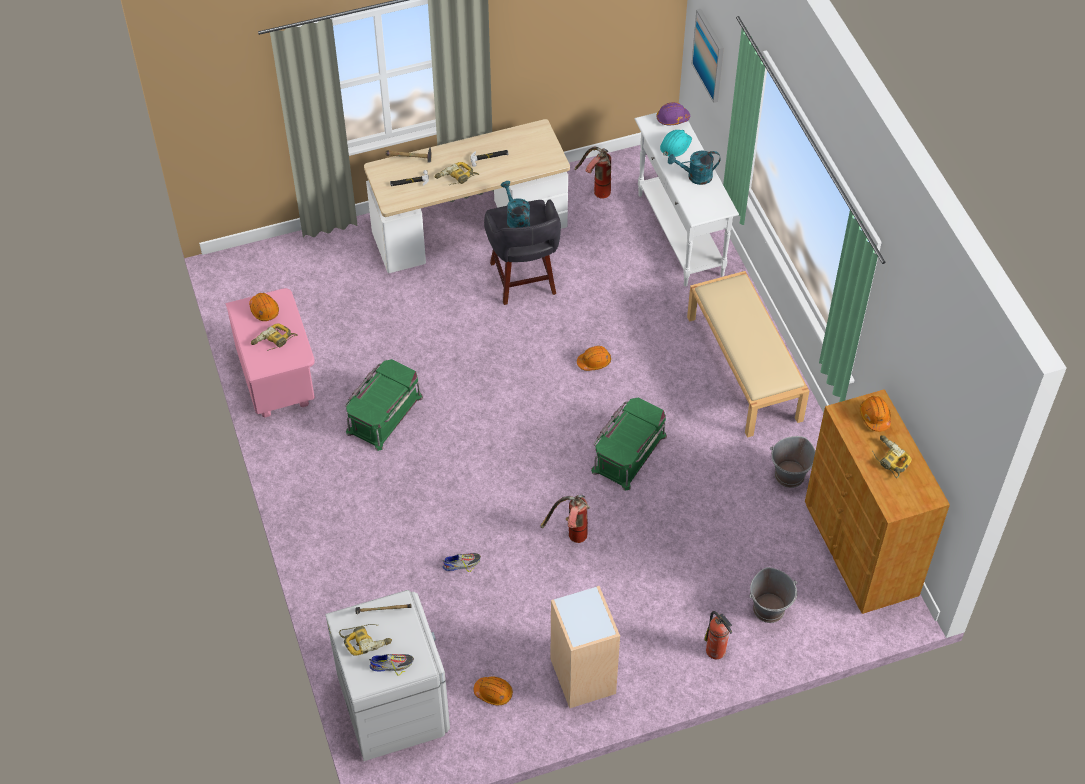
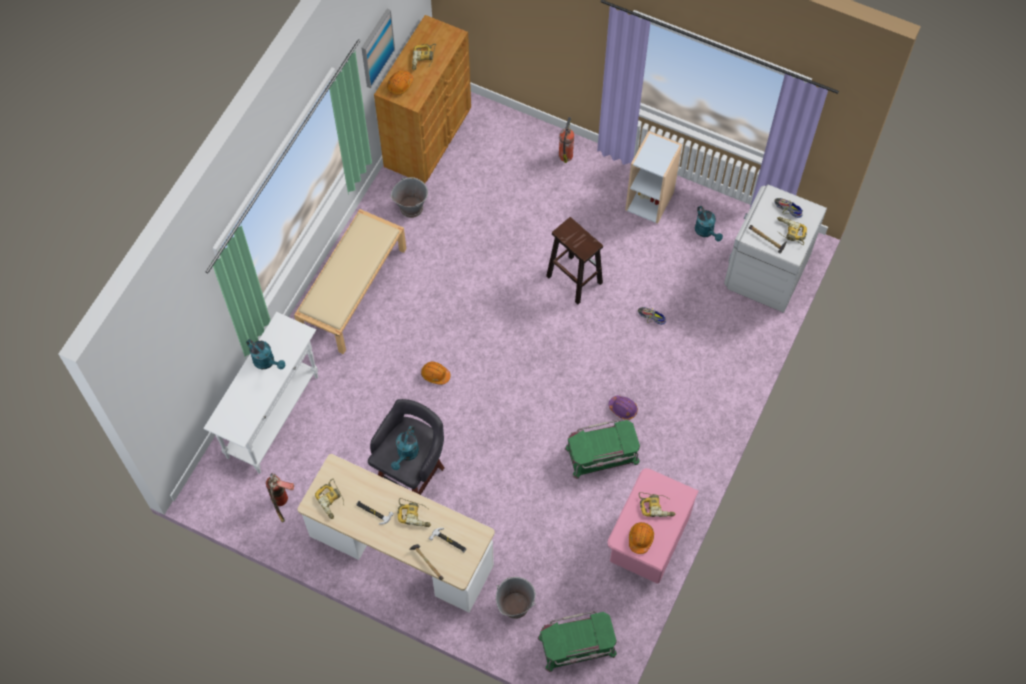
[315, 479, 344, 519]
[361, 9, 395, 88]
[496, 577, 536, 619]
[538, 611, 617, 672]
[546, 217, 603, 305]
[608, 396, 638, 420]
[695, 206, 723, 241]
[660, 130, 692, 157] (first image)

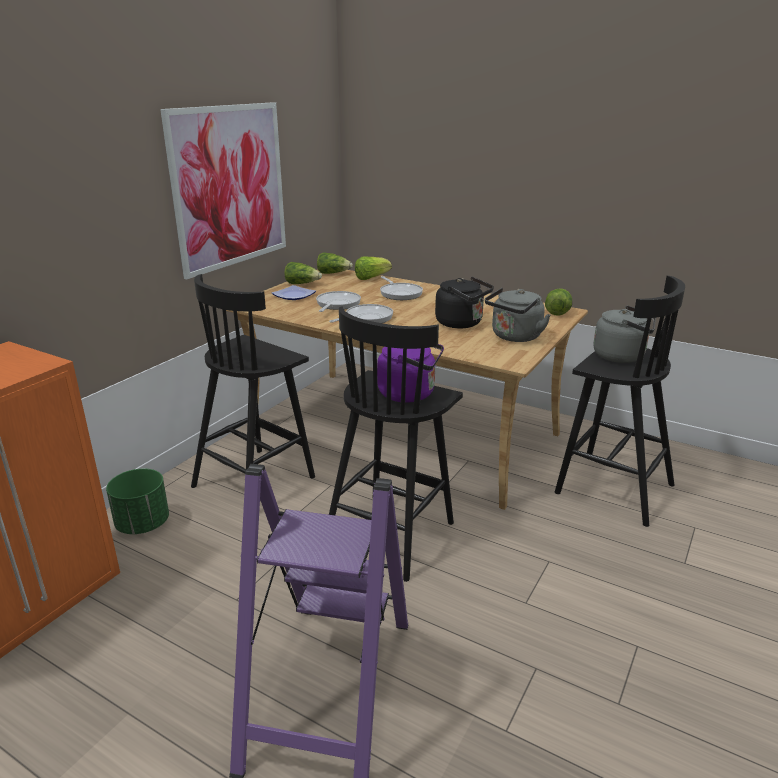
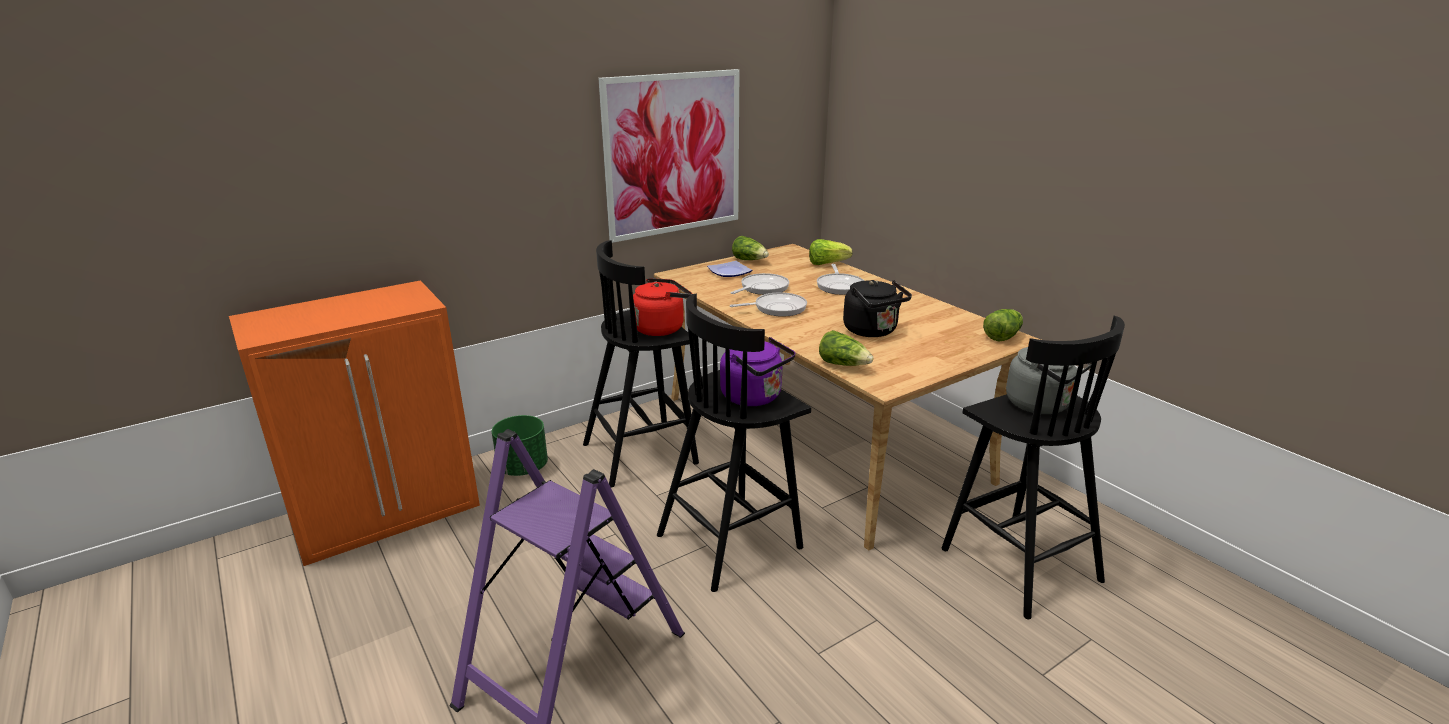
[633, 278, 692, 336]
[819, 330, 873, 366]
[485, 288, 551, 342] (first image)

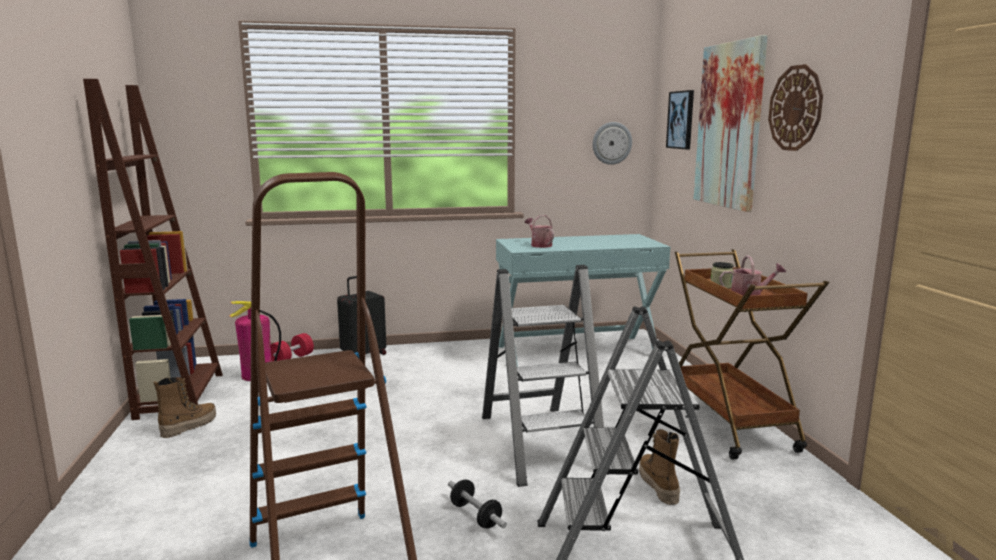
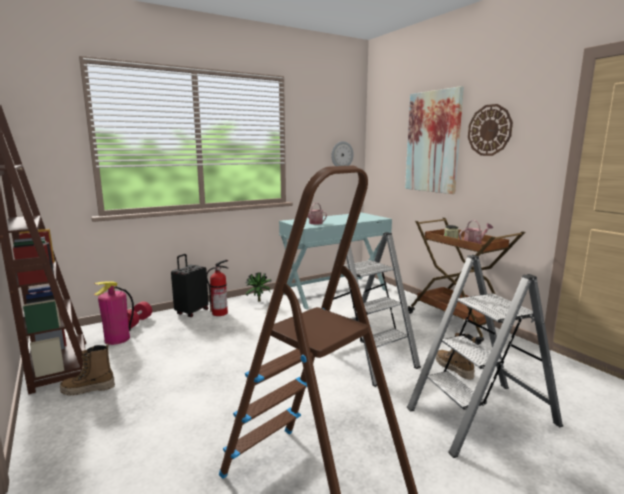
[60, 344, 115, 396]
[206, 260, 228, 316]
[245, 273, 272, 302]
[448, 479, 507, 529] (first image)
[666, 90, 694, 149] (first image)

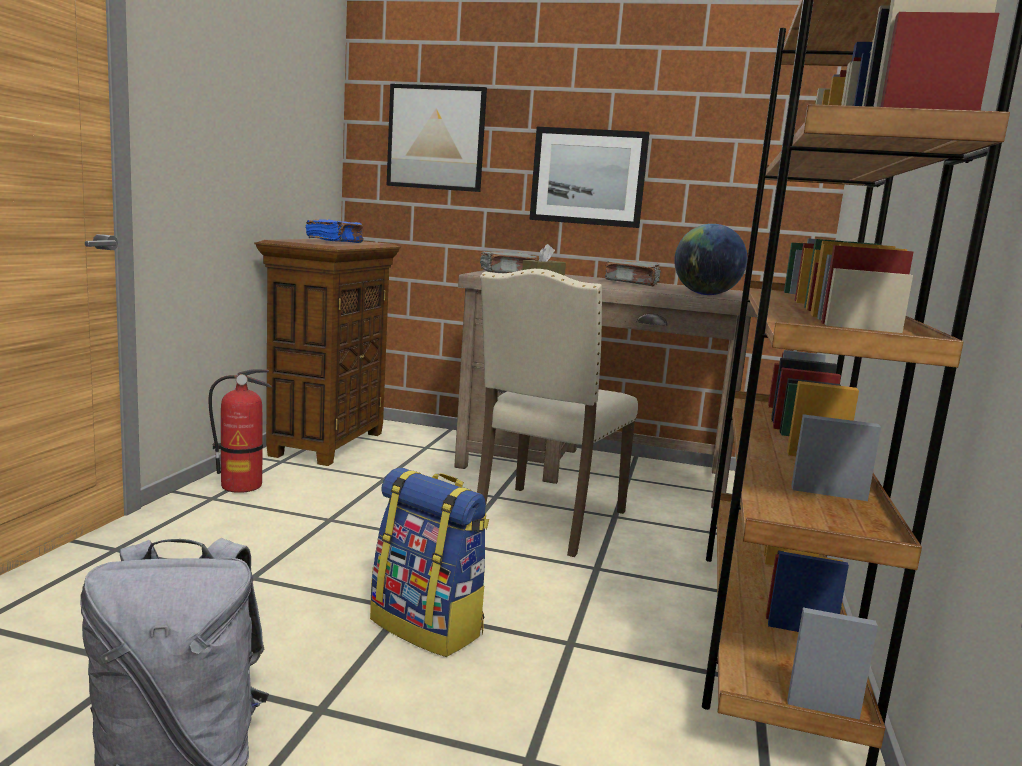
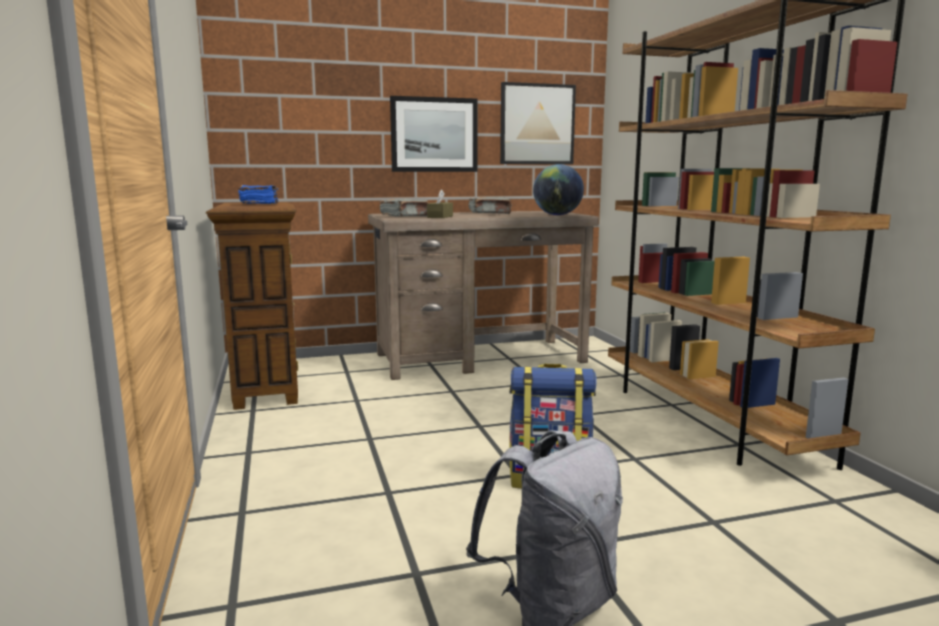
[500, 82, 576, 164]
[209, 369, 272, 493] (first image)
[477, 269, 638, 557] (first image)

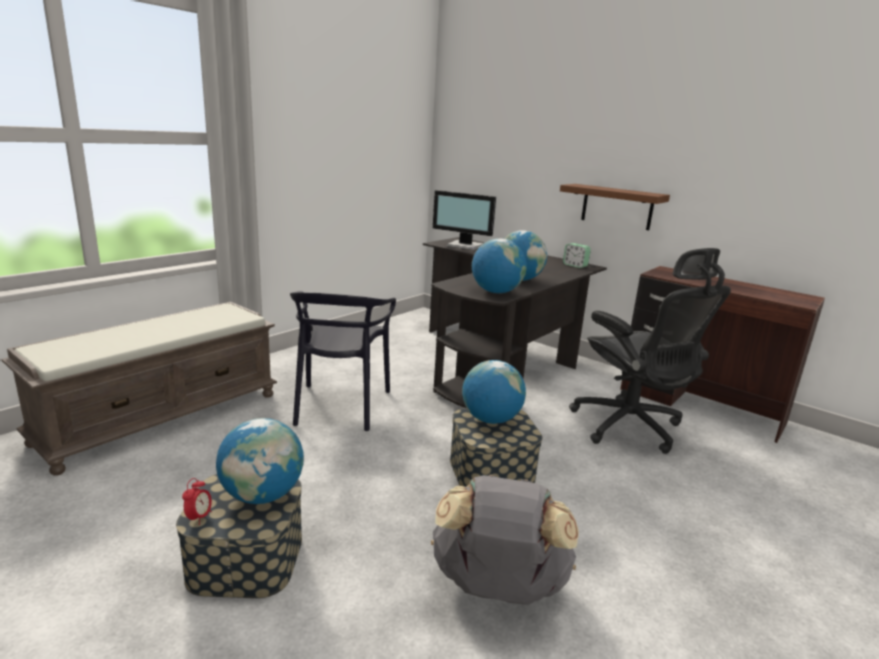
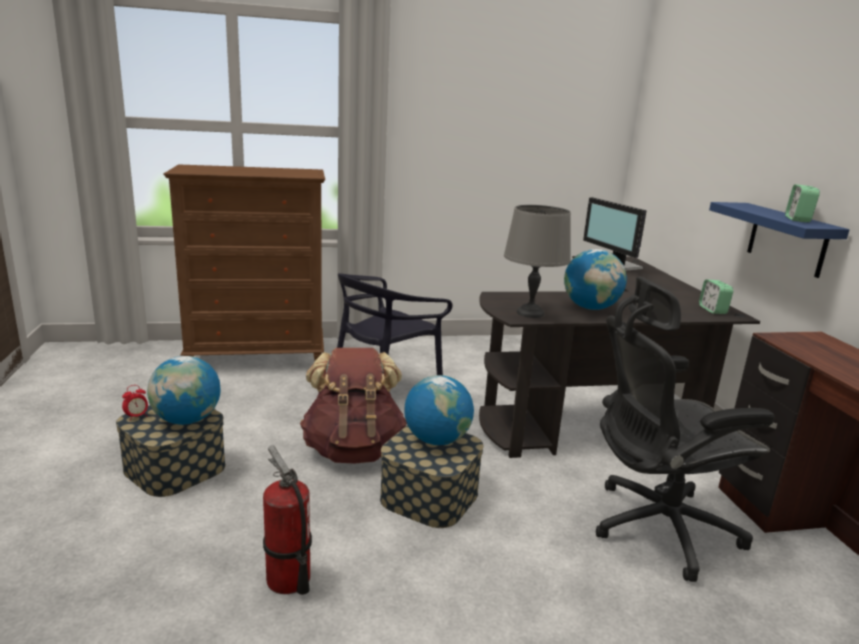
[164, 164, 325, 361]
[263, 445, 312, 595]
[300, 348, 407, 464]
[504, 205, 571, 318]
[596, 277, 775, 582]
[709, 202, 849, 278]
[785, 184, 820, 222]

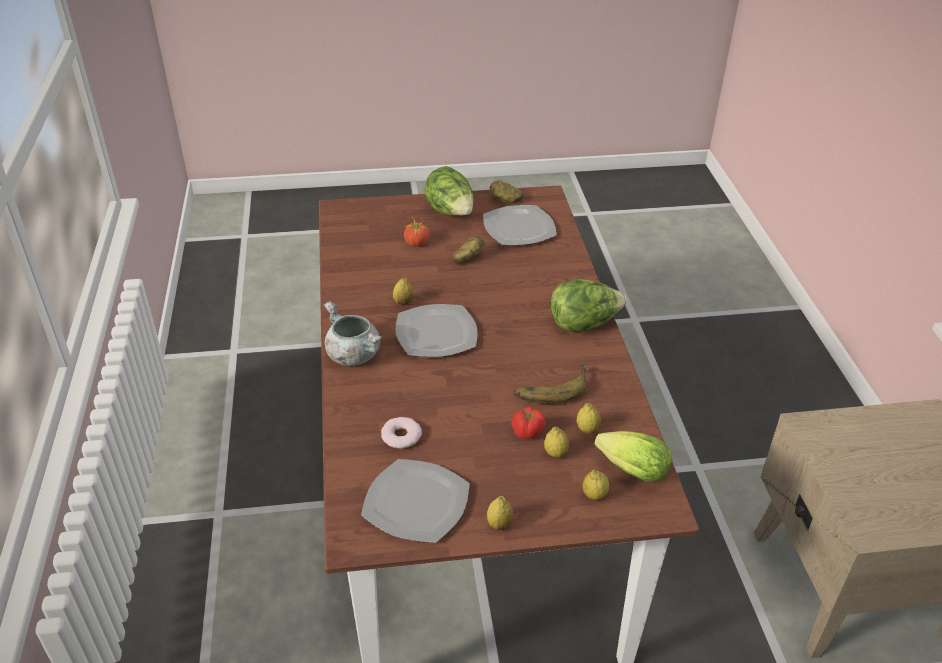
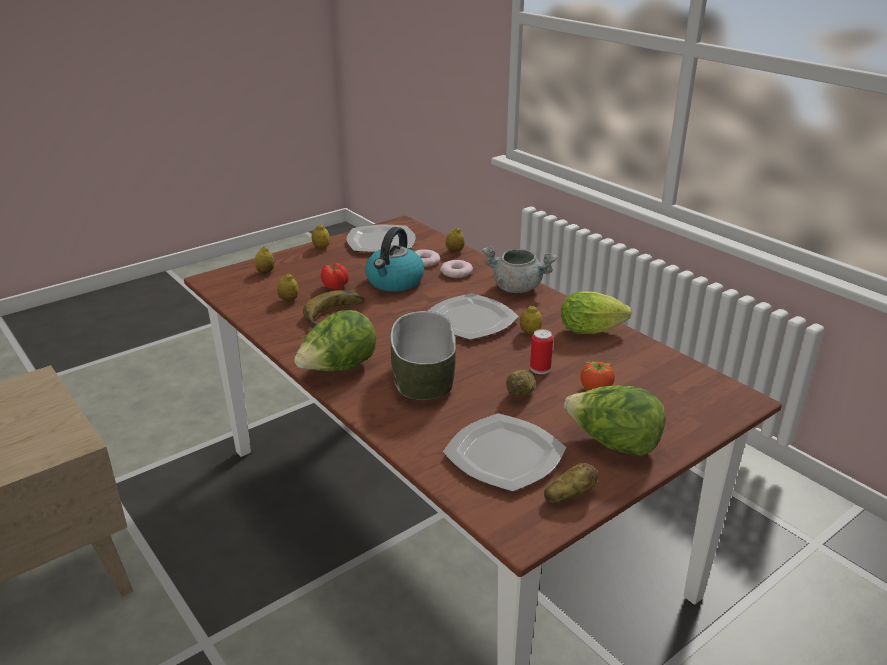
[365, 227, 424, 292]
[390, 311, 456, 400]
[440, 260, 473, 278]
[446, 227, 465, 253]
[530, 329, 553, 374]
[561, 291, 632, 334]

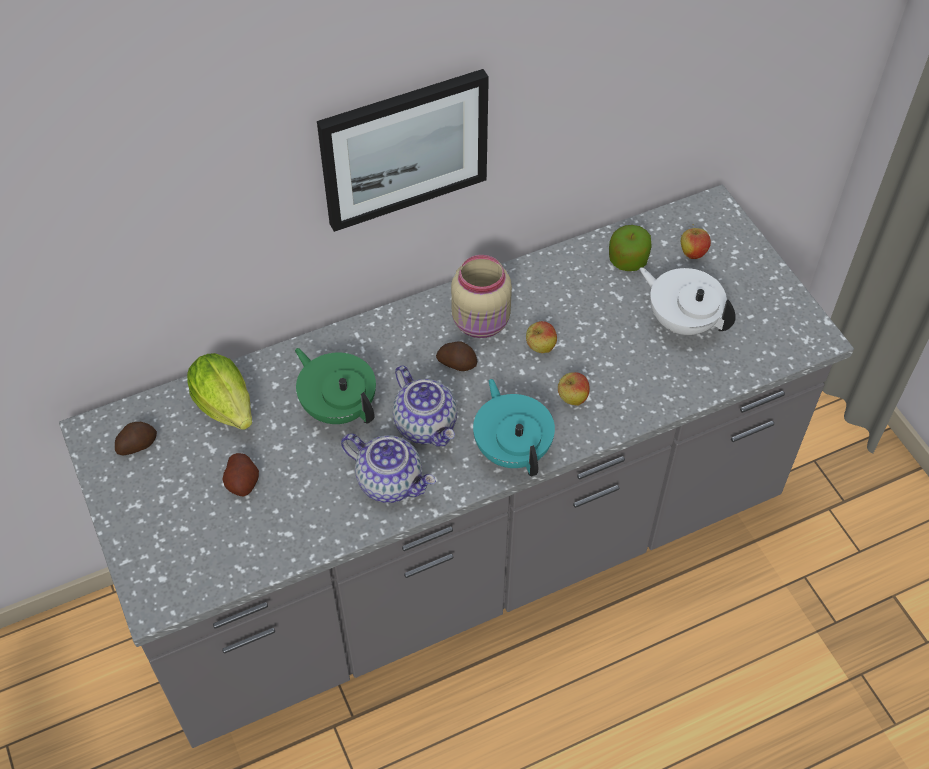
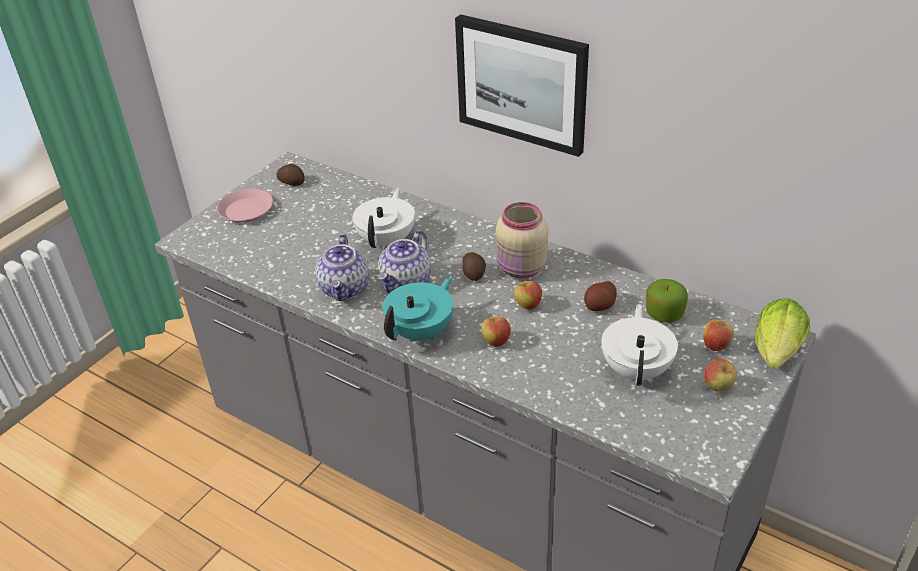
[217, 189, 273, 223]
[353, 188, 415, 250]
[584, 281, 617, 311]
[704, 359, 737, 391]
[755, 298, 810, 369]

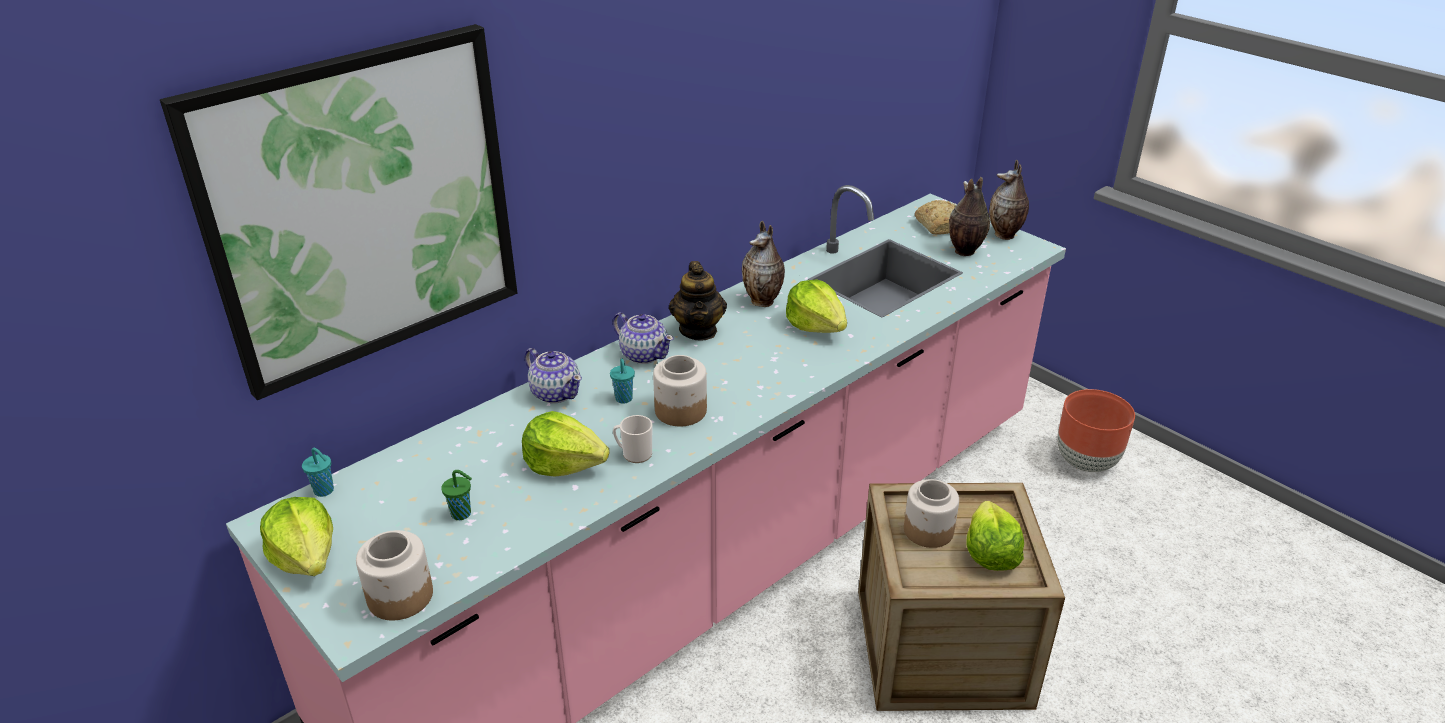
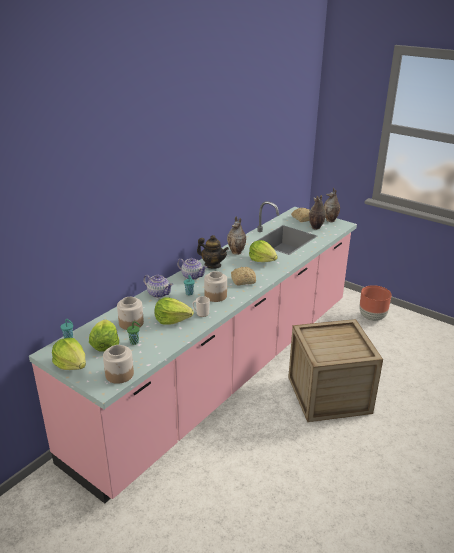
[89, 319, 119, 352]
[117, 297, 144, 330]
[197, 235, 229, 269]
[231, 267, 256, 285]
[160, 24, 517, 400] (first image)

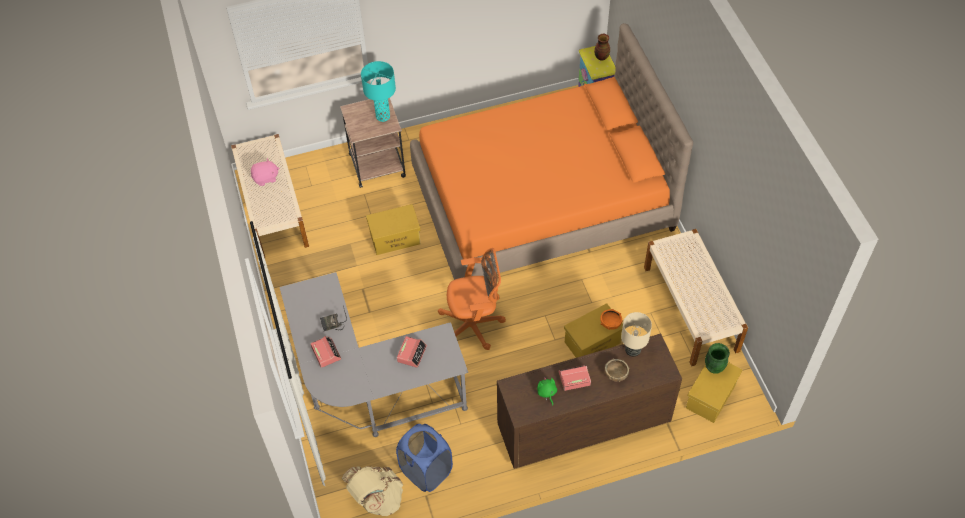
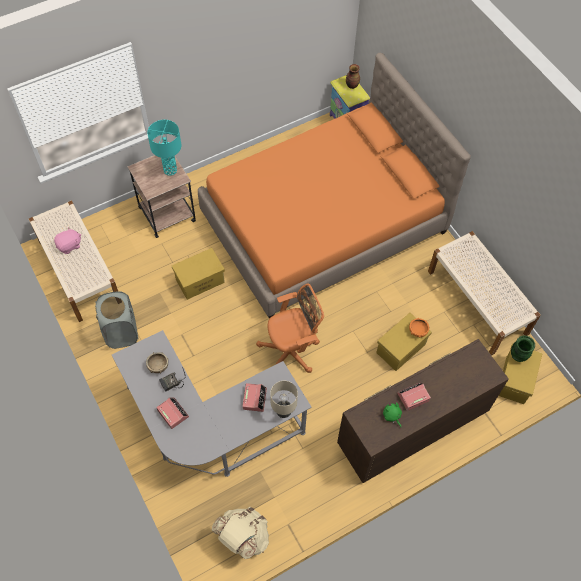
[95, 291, 138, 349]
[146, 352, 169, 374]
[270, 381, 298, 418]
[396, 424, 453, 492] (first image)

